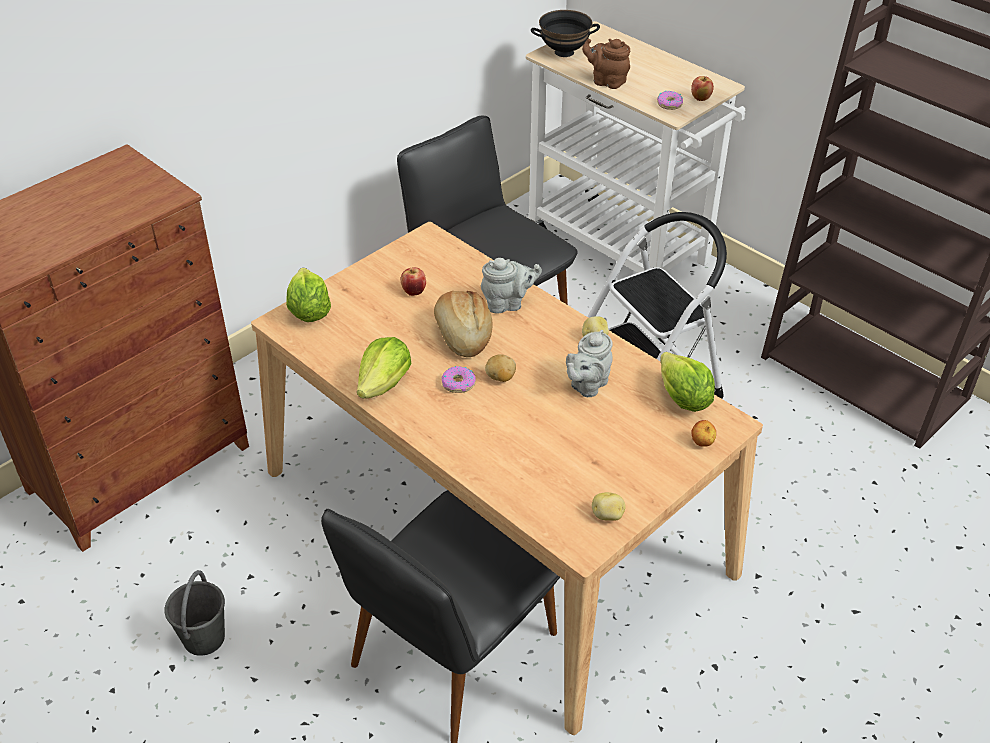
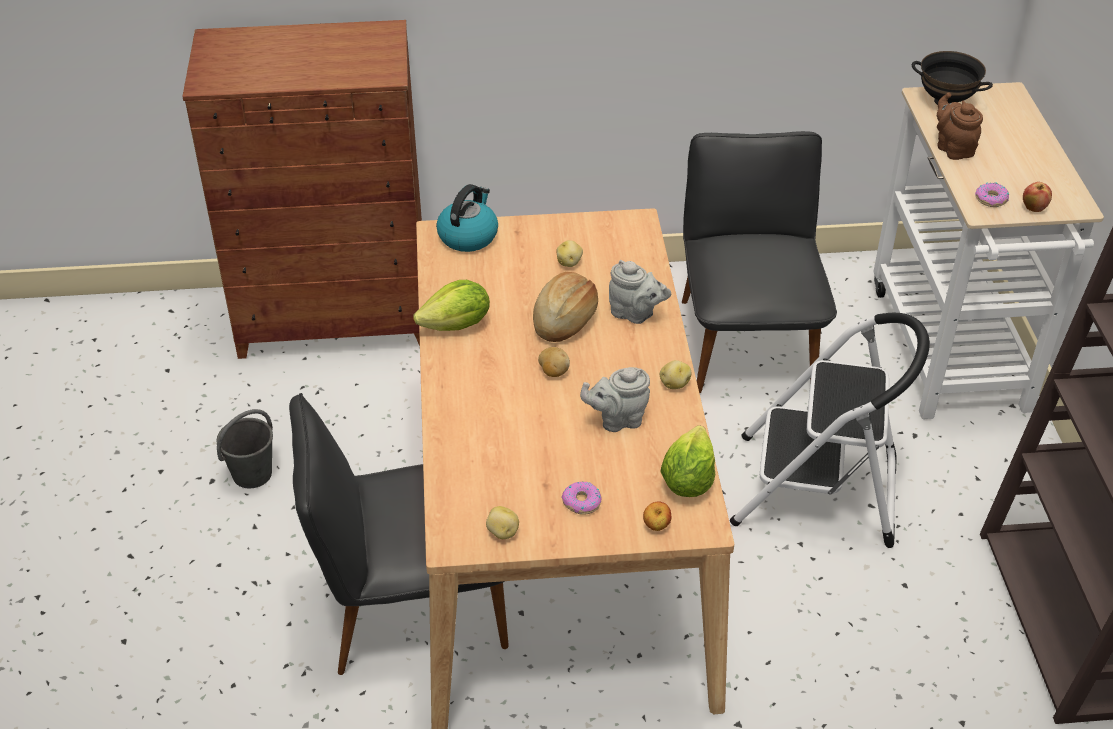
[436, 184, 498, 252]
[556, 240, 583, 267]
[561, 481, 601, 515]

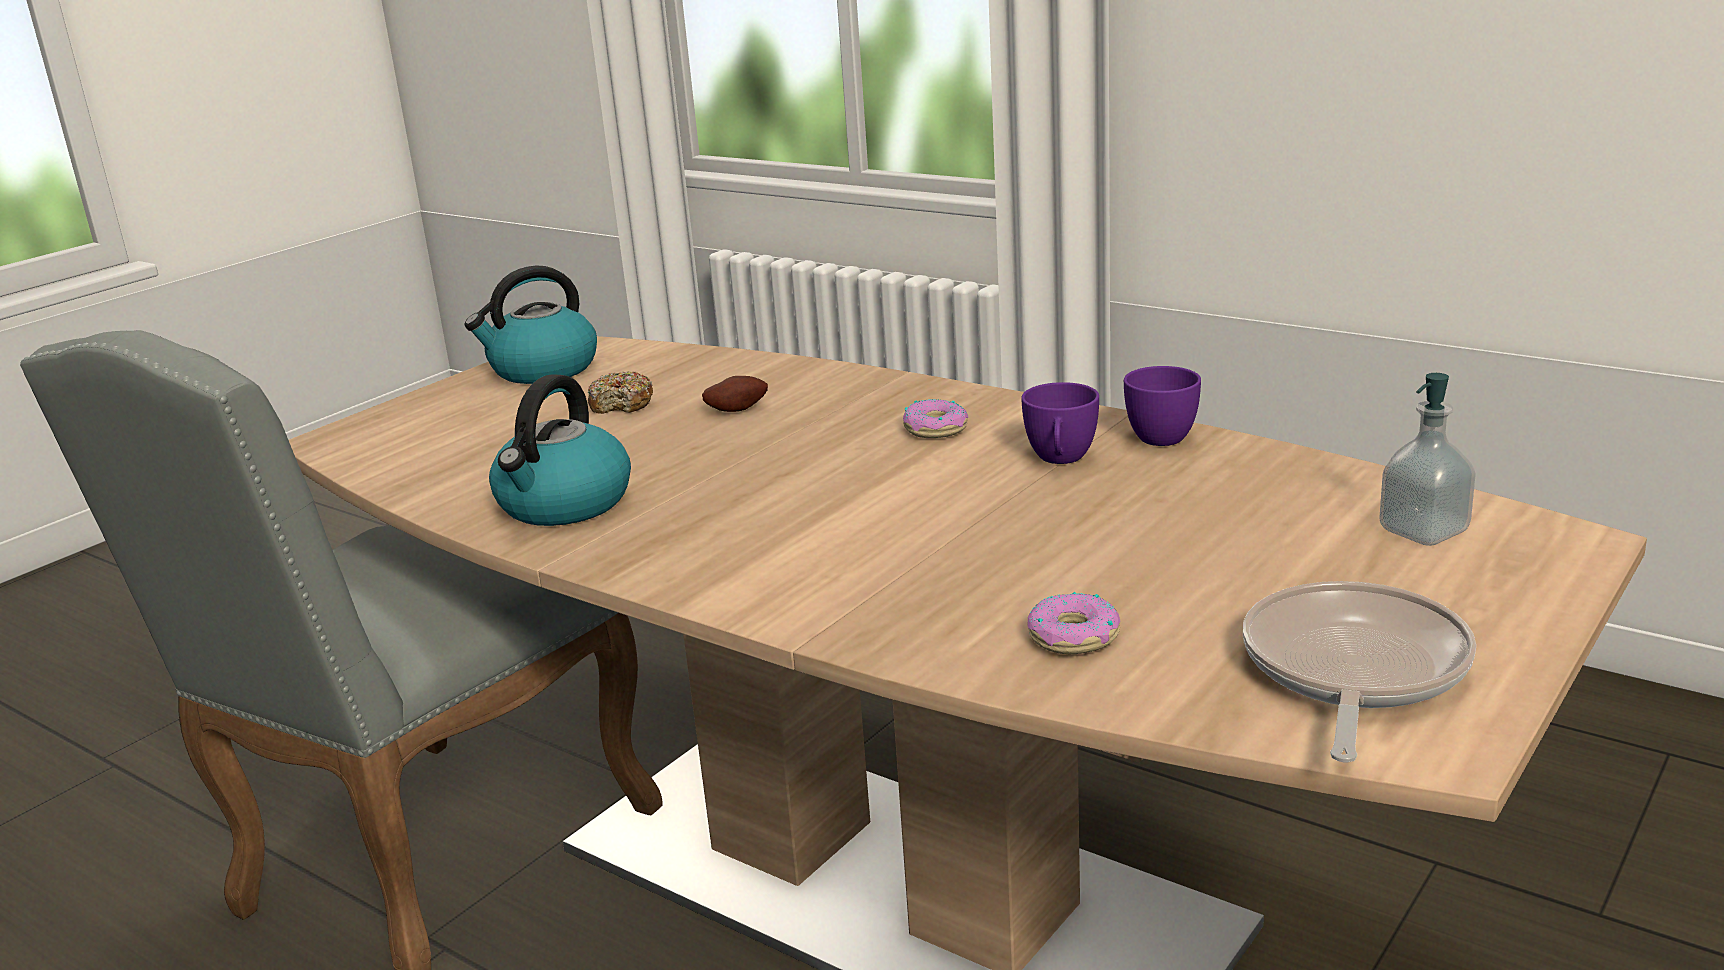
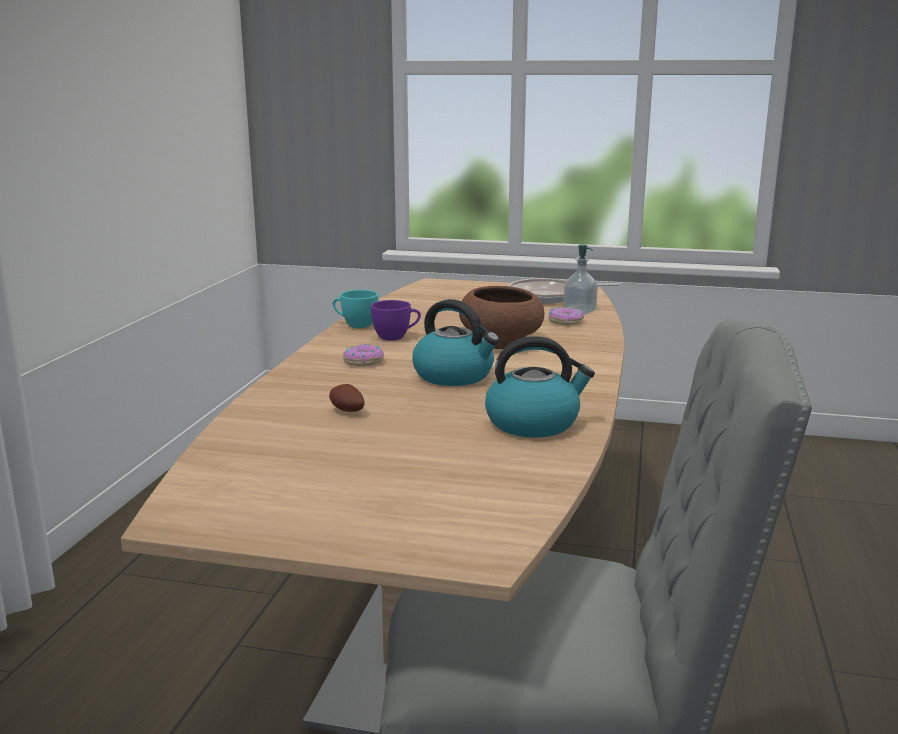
[333, 290, 378, 328]
[412, 299, 500, 386]
[459, 286, 544, 349]
[563, 245, 598, 315]
[588, 371, 653, 414] (first image)

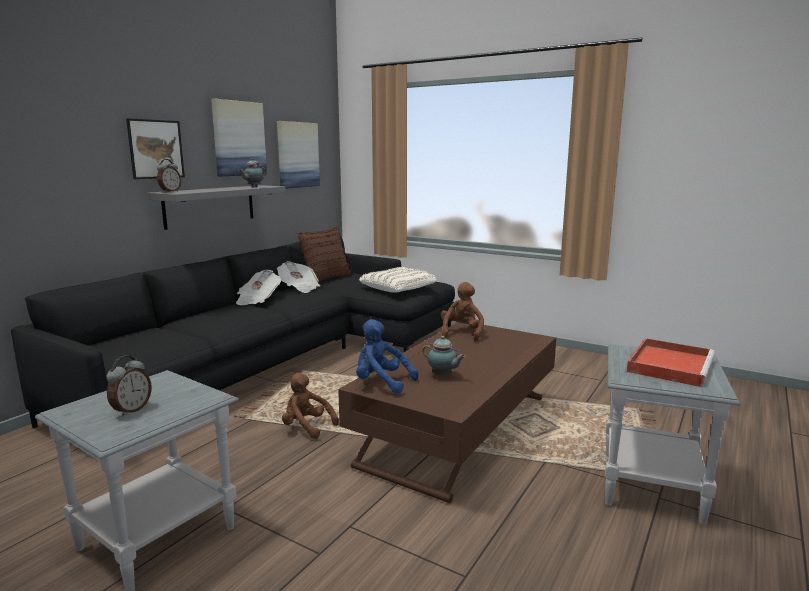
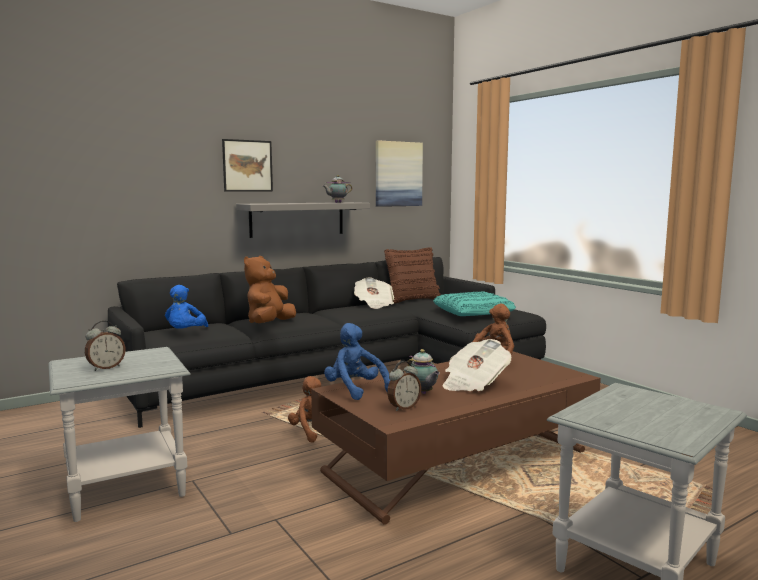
[165, 285, 208, 329]
[244, 256, 296, 323]
[387, 361, 421, 411]
[433, 291, 516, 316]
[442, 339, 511, 391]
[211, 98, 267, 176] (first image)
[627, 338, 715, 387] (first image)

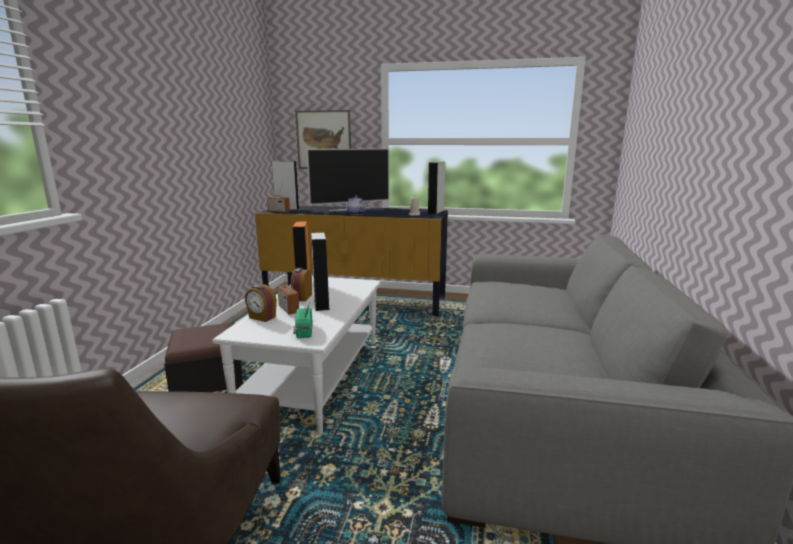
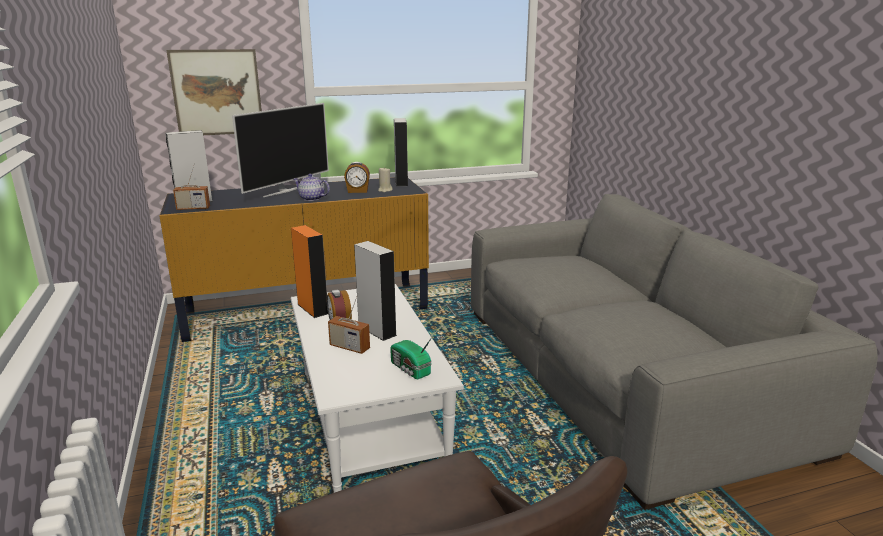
[344, 162, 370, 193]
[164, 323, 243, 392] (first image)

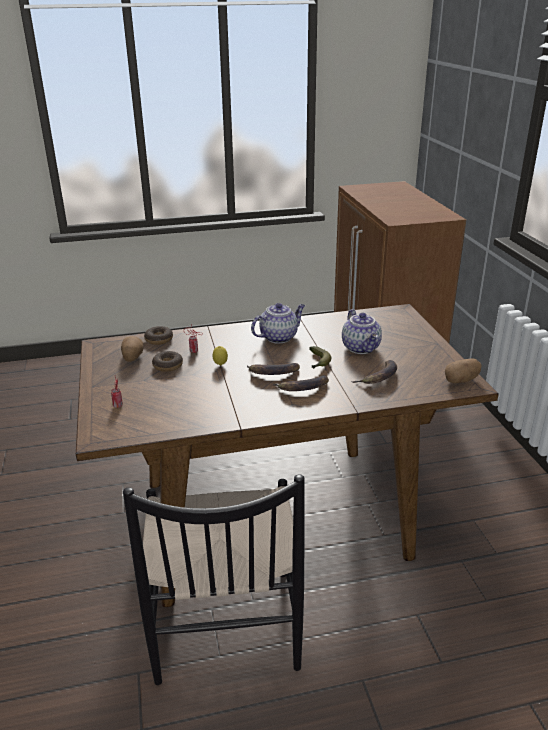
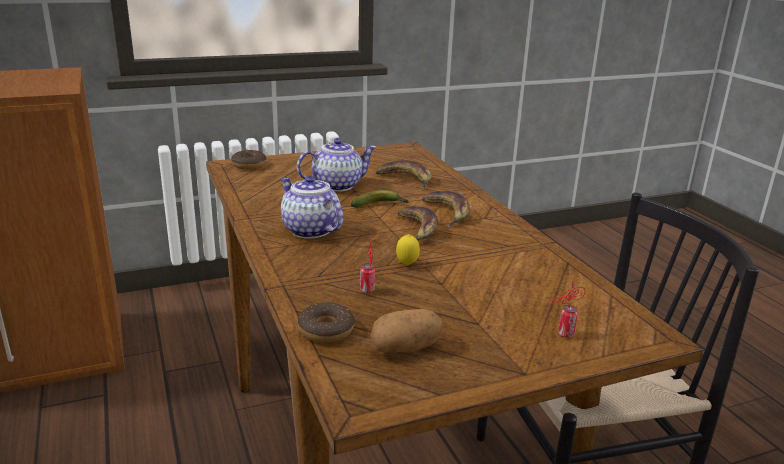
[231, 150, 267, 170]
[445, 358, 482, 383] (first image)

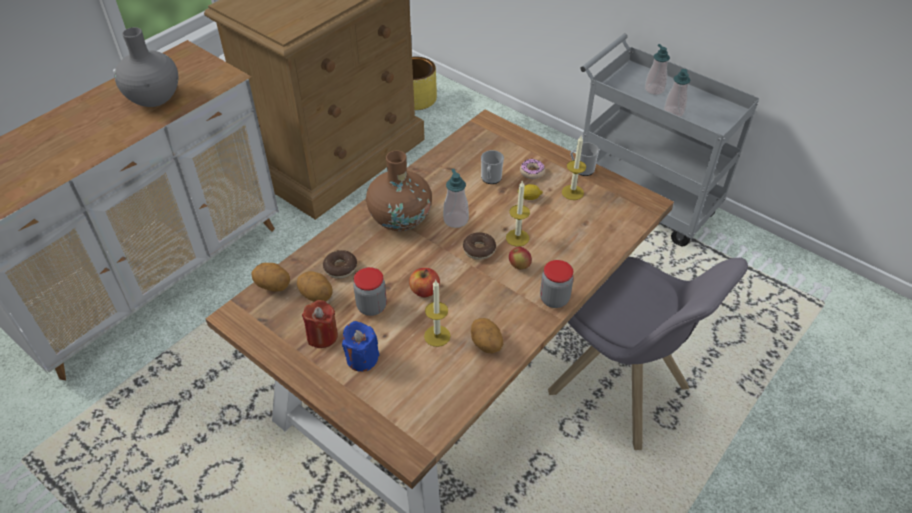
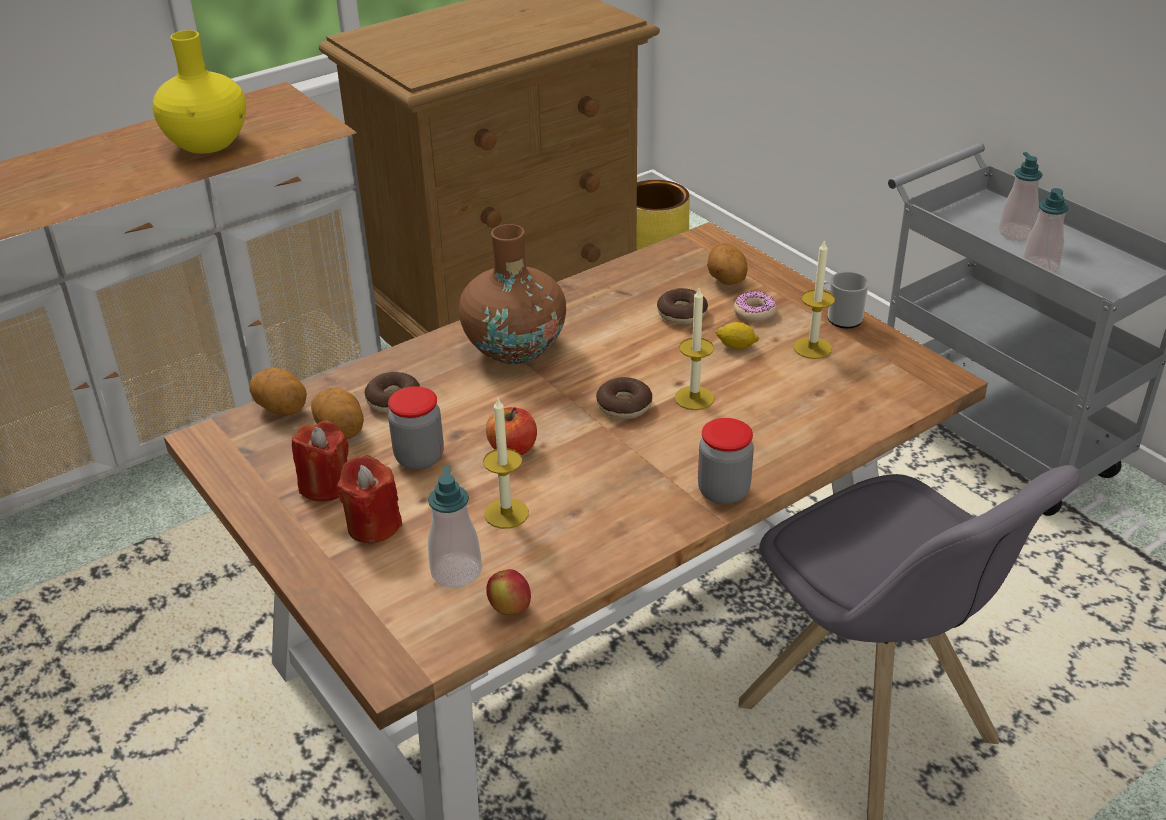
[152, 30, 246, 154]
[336, 455, 402, 543]
[428, 465, 482, 588]
[486, 569, 531, 615]
[657, 288, 708, 324]
[707, 243, 748, 285]

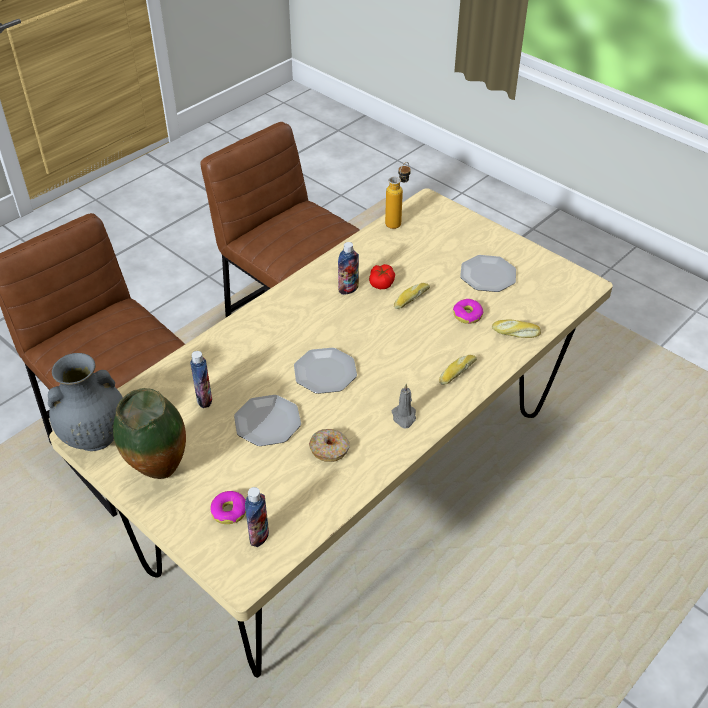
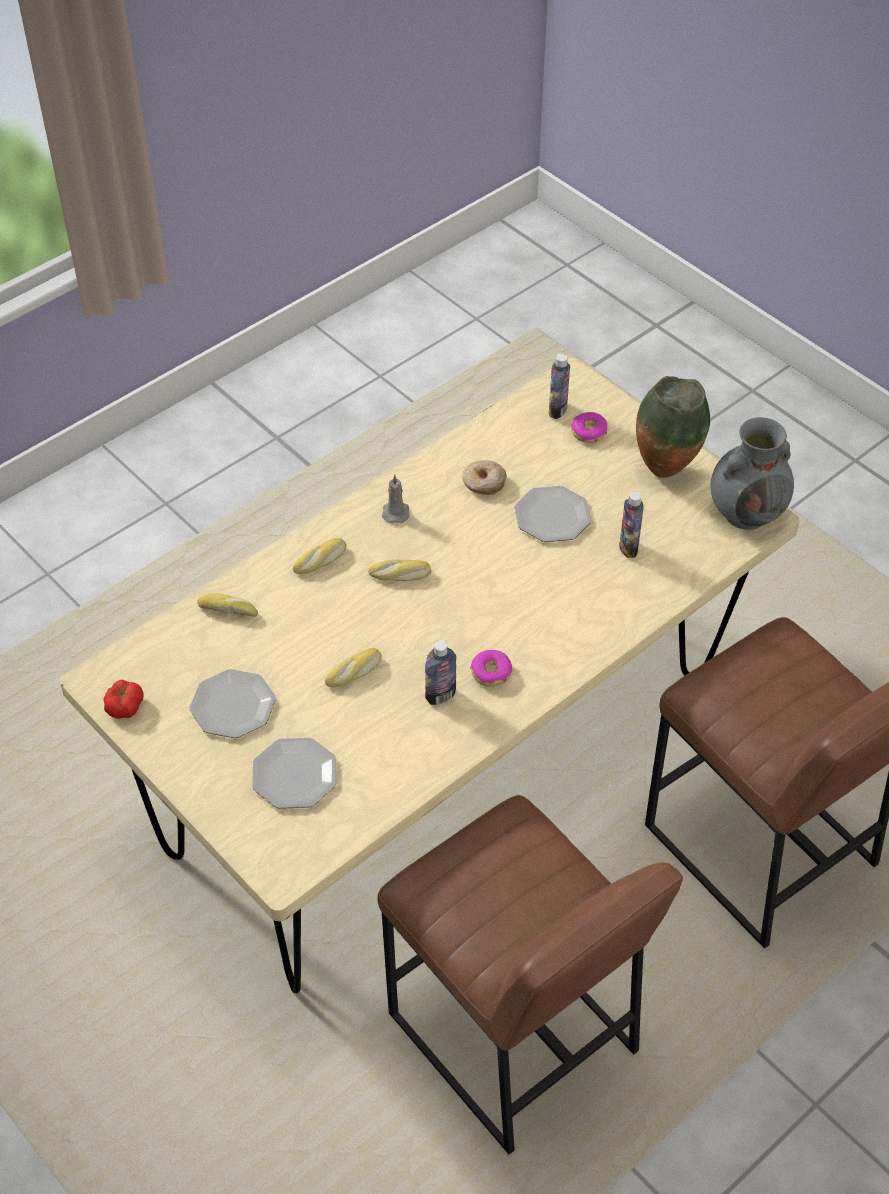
[103, 679, 144, 719]
[252, 738, 336, 809]
[368, 559, 431, 581]
[470, 650, 512, 687]
[385, 162, 411, 229] (first image)

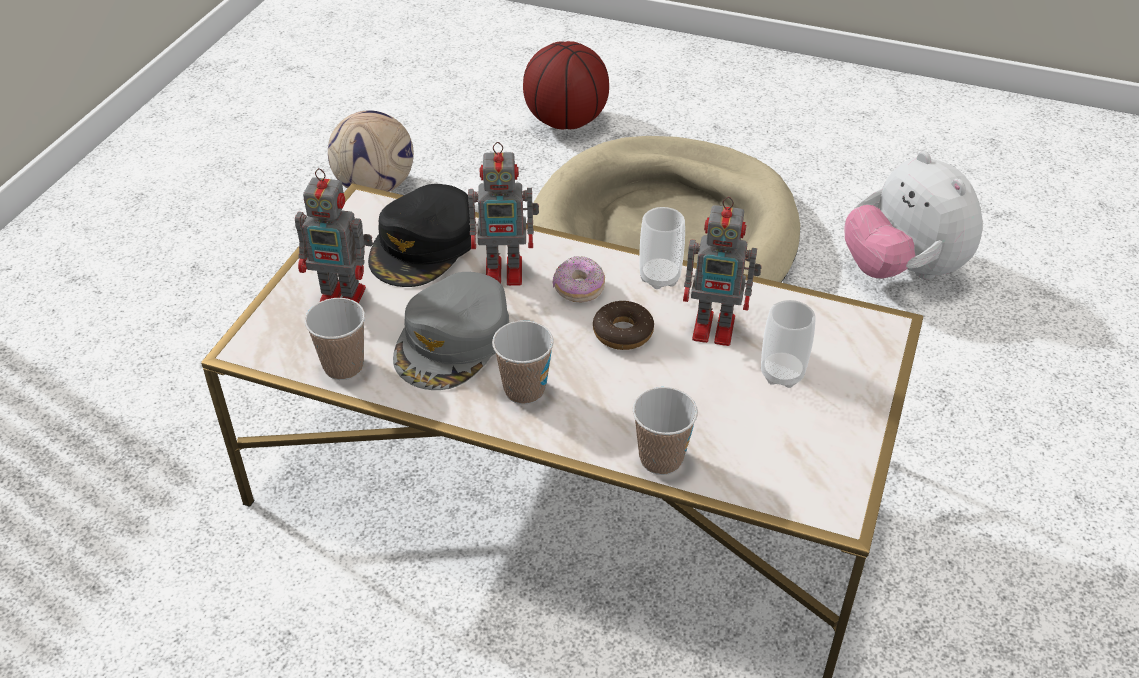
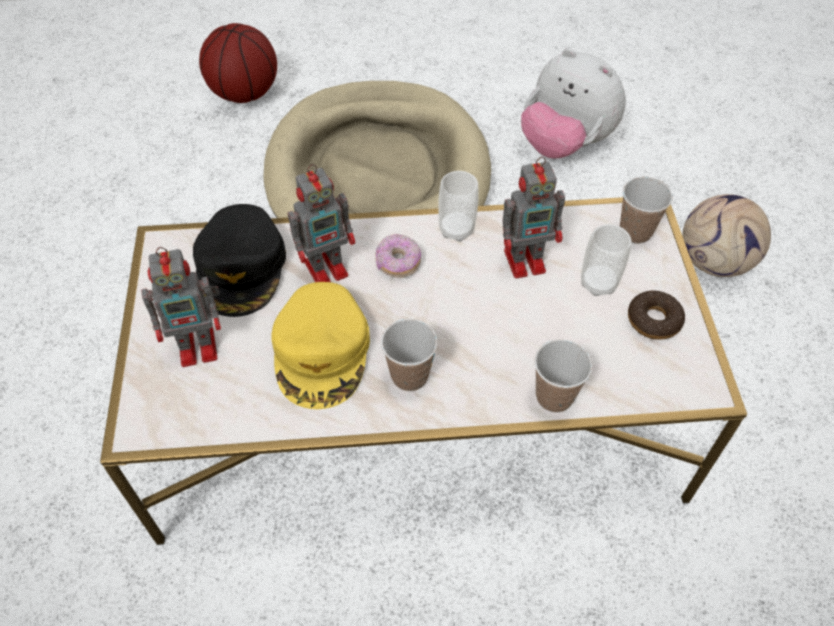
[271, 282, 370, 409]
[620, 177, 673, 244]
[628, 291, 685, 340]
[683, 194, 771, 277]

